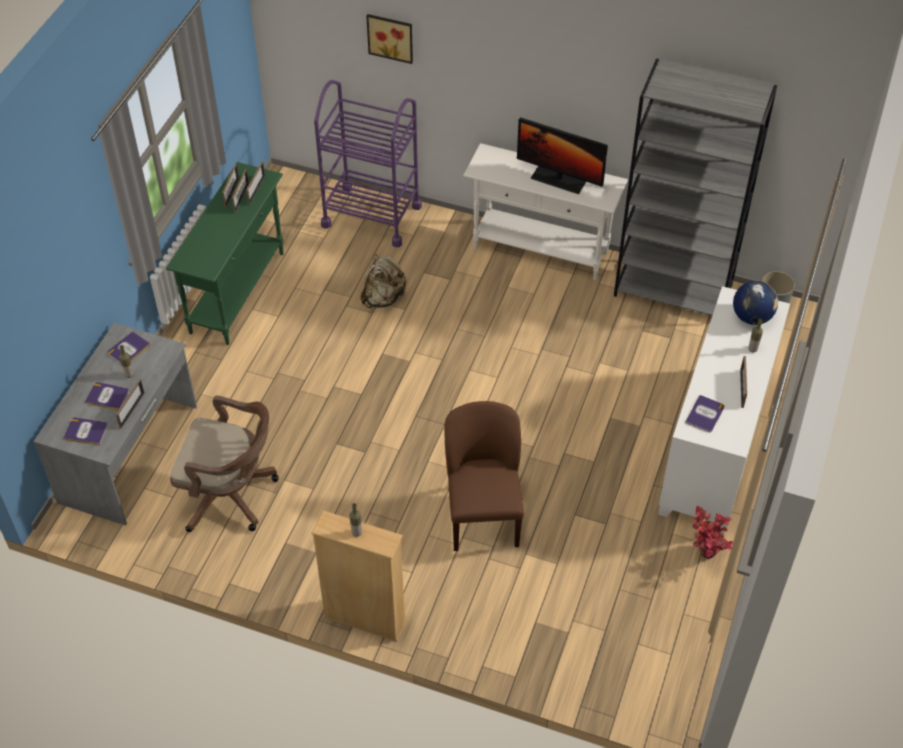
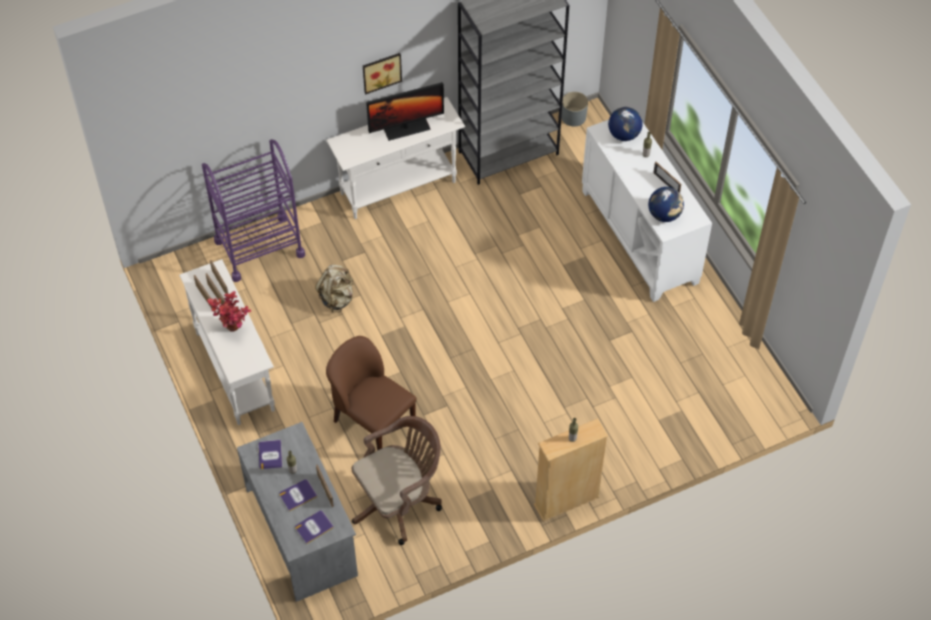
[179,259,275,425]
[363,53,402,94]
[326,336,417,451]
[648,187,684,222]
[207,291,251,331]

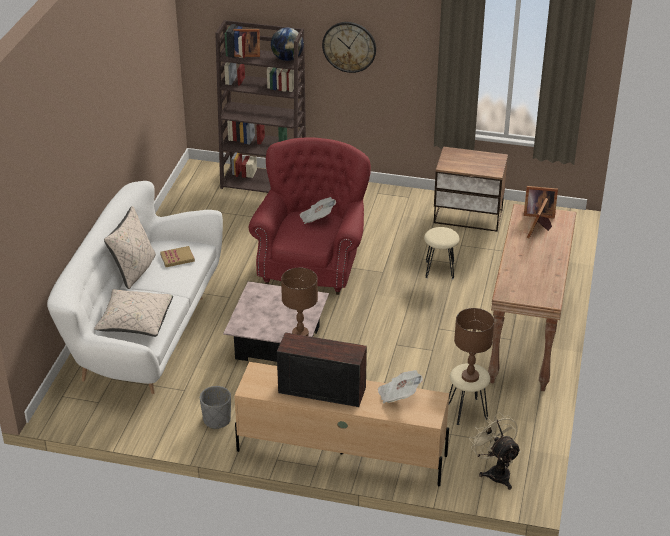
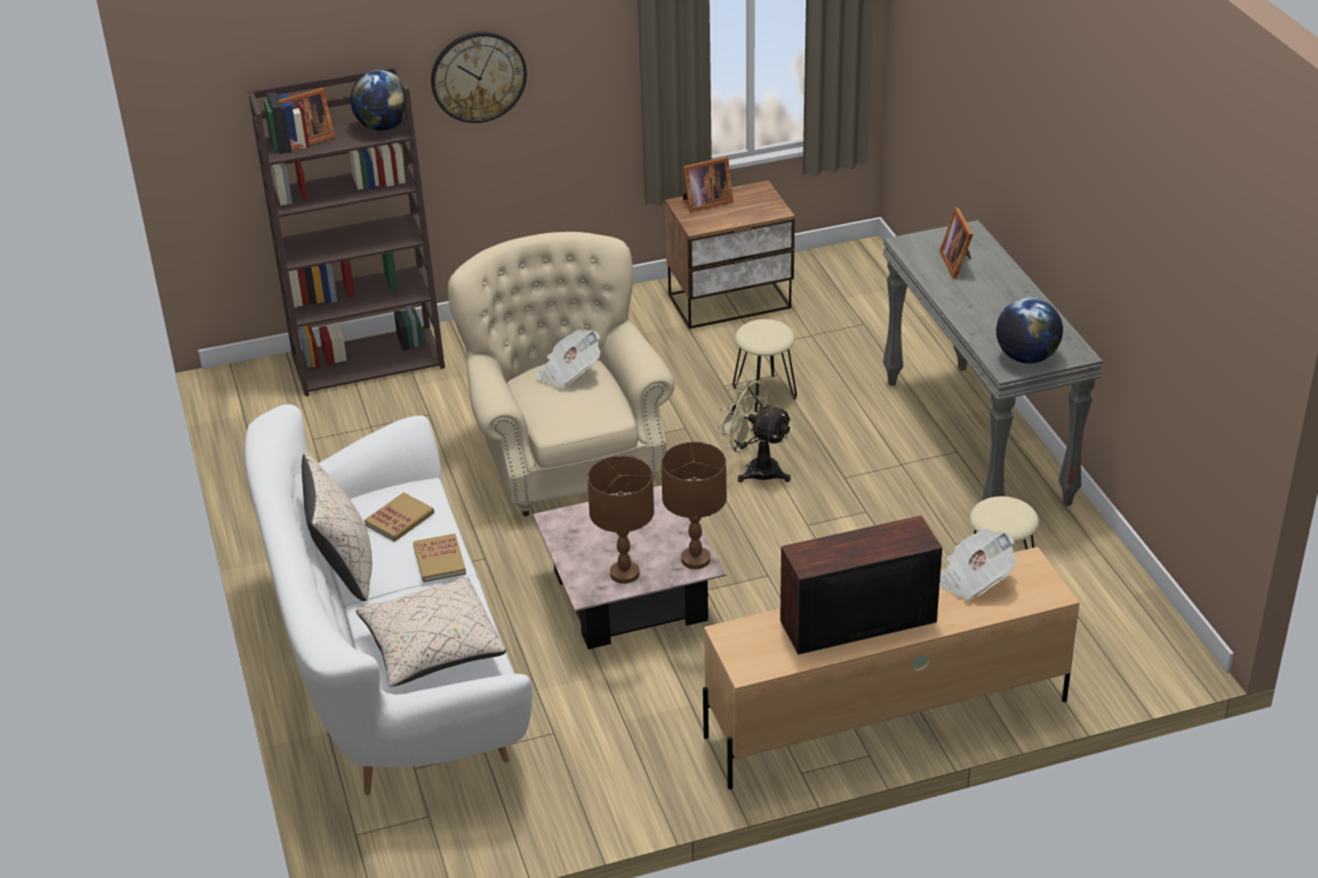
[200,386,231,429] (first image)
[448,232,675,516]
[587,455,654,584]
[715,377,793,482]
[883,220,1103,506]
[683,157,733,212]
[413,533,466,582]
[996,297,1063,364]

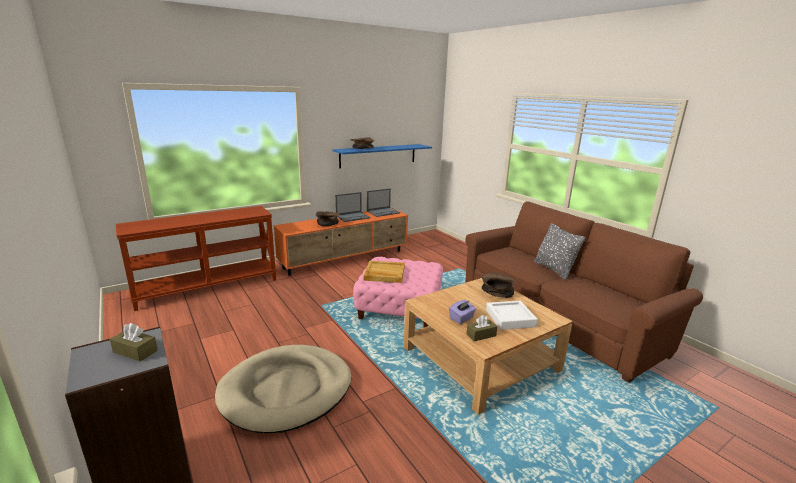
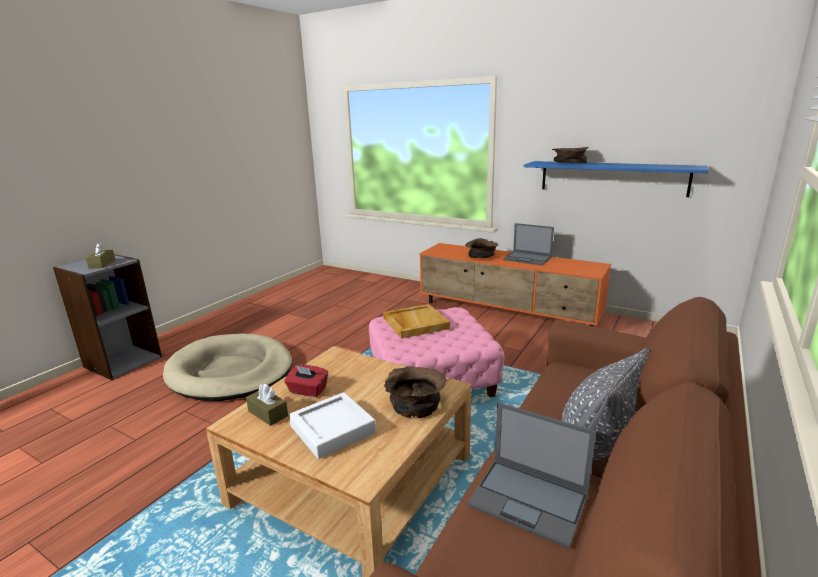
[116,206,277,311] (first image)
[467,402,596,549]
[284,365,328,397]

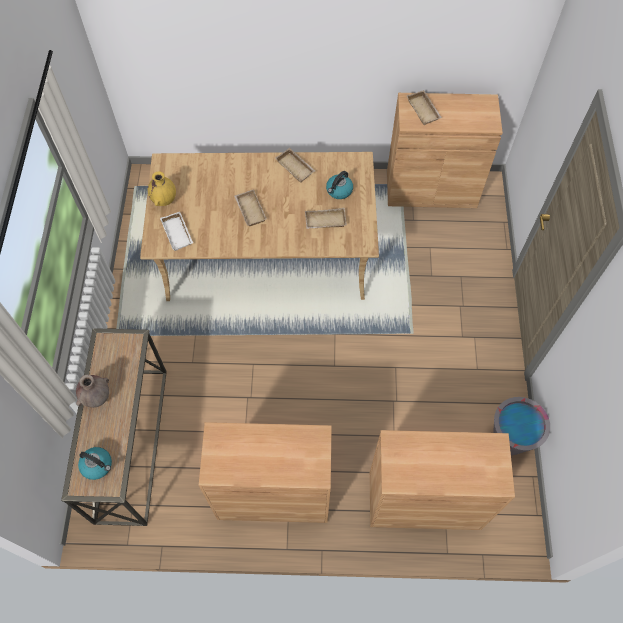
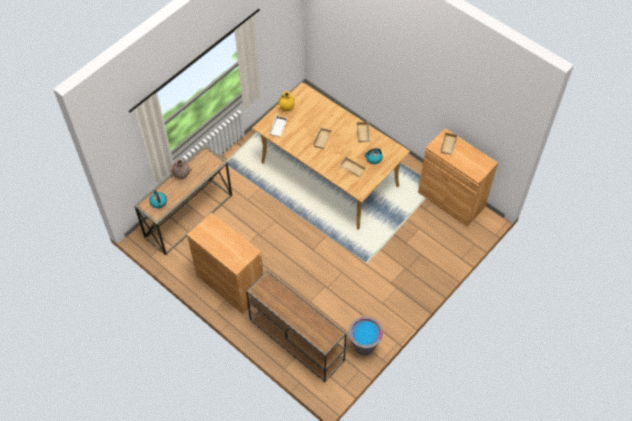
[246,271,347,382]

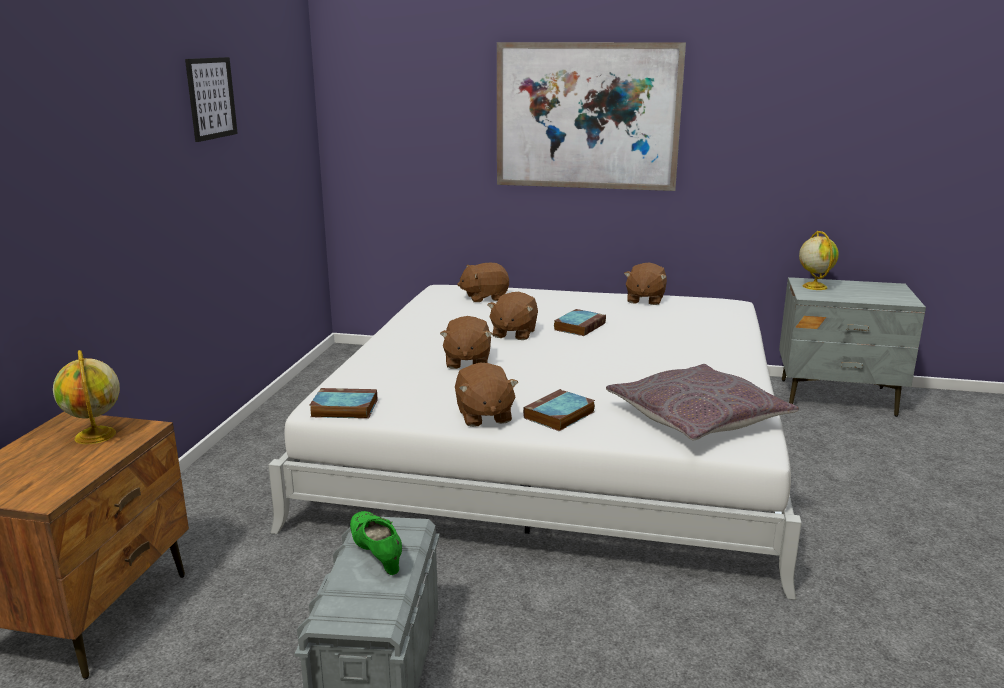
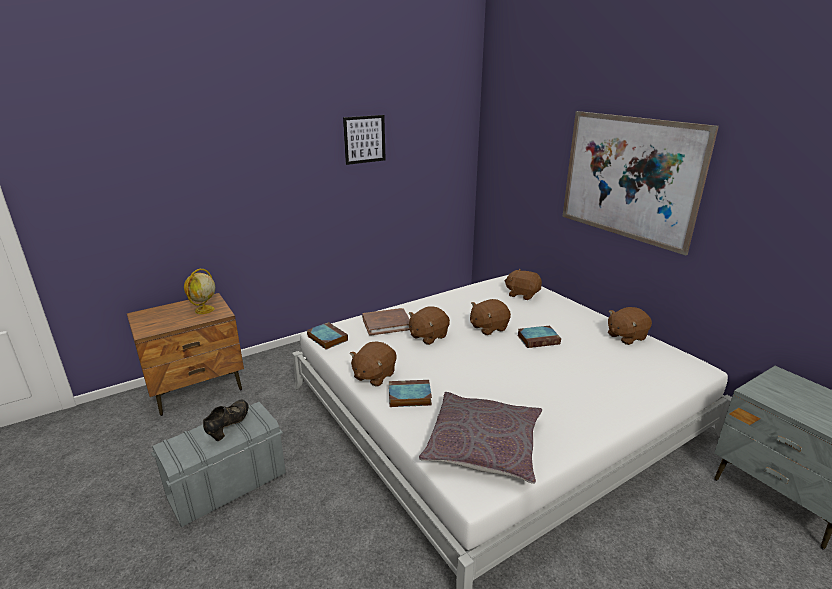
[203,400,249,441]
[799,231,839,290] (first image)
[362,308,410,336]

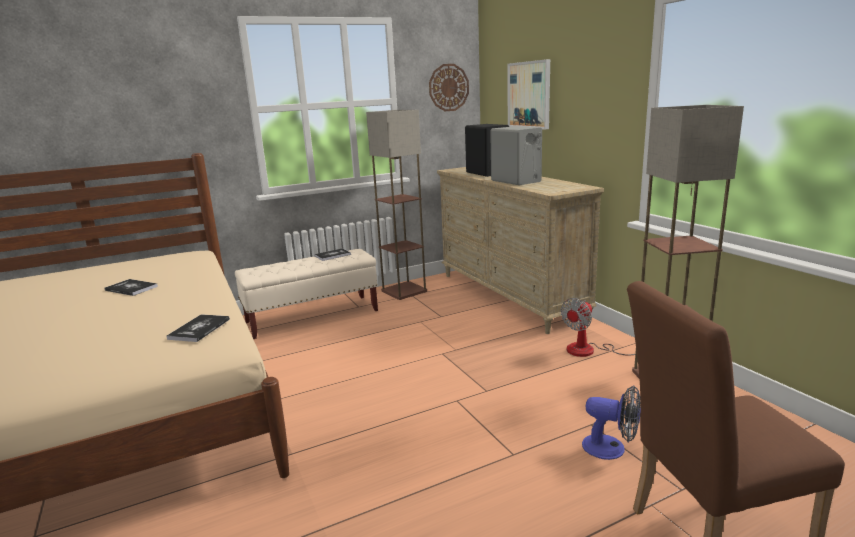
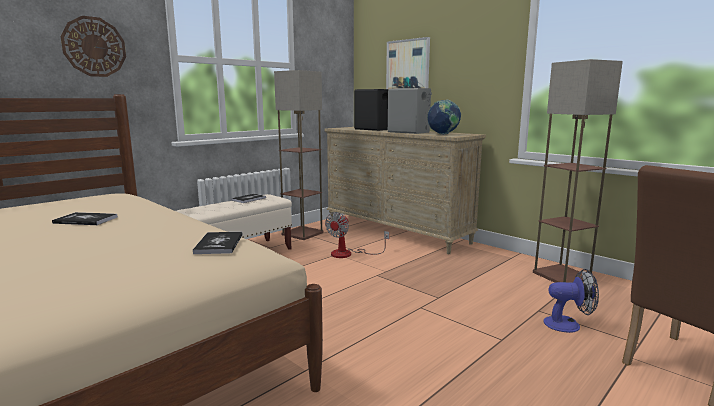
[60,16,126,77]
[325,212,389,258]
[427,100,461,135]

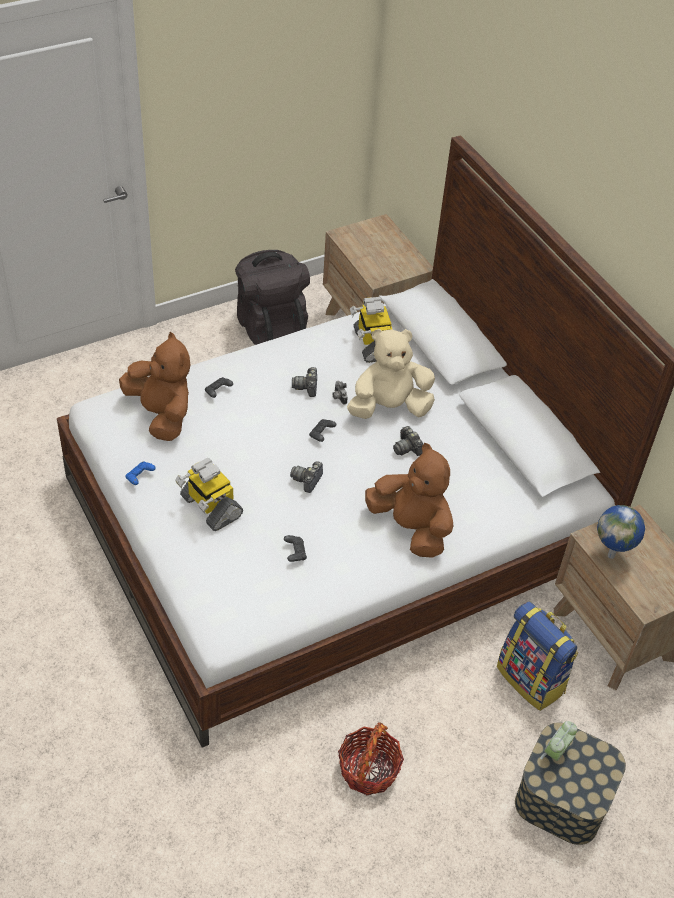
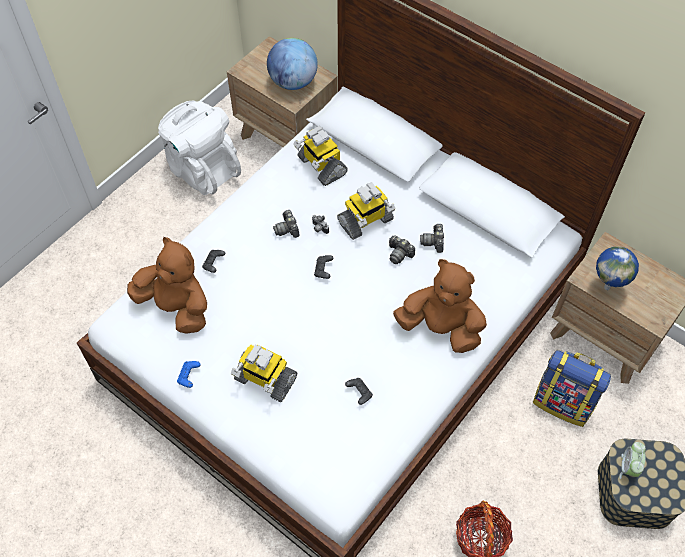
[158,101,241,195]
[420,224,444,253]
[337,182,396,240]
[267,38,318,90]

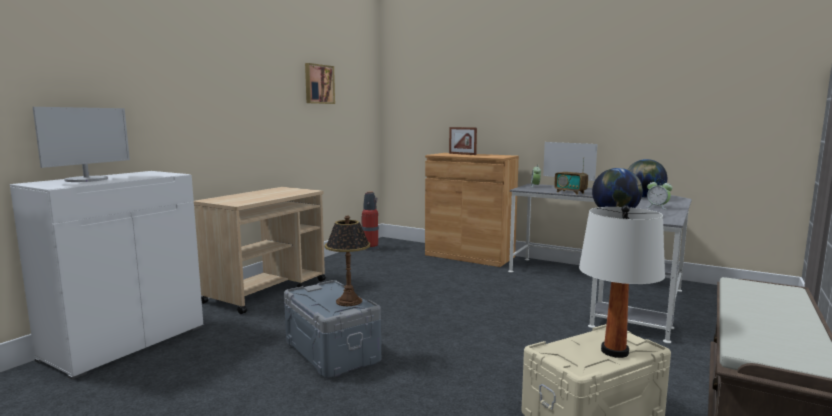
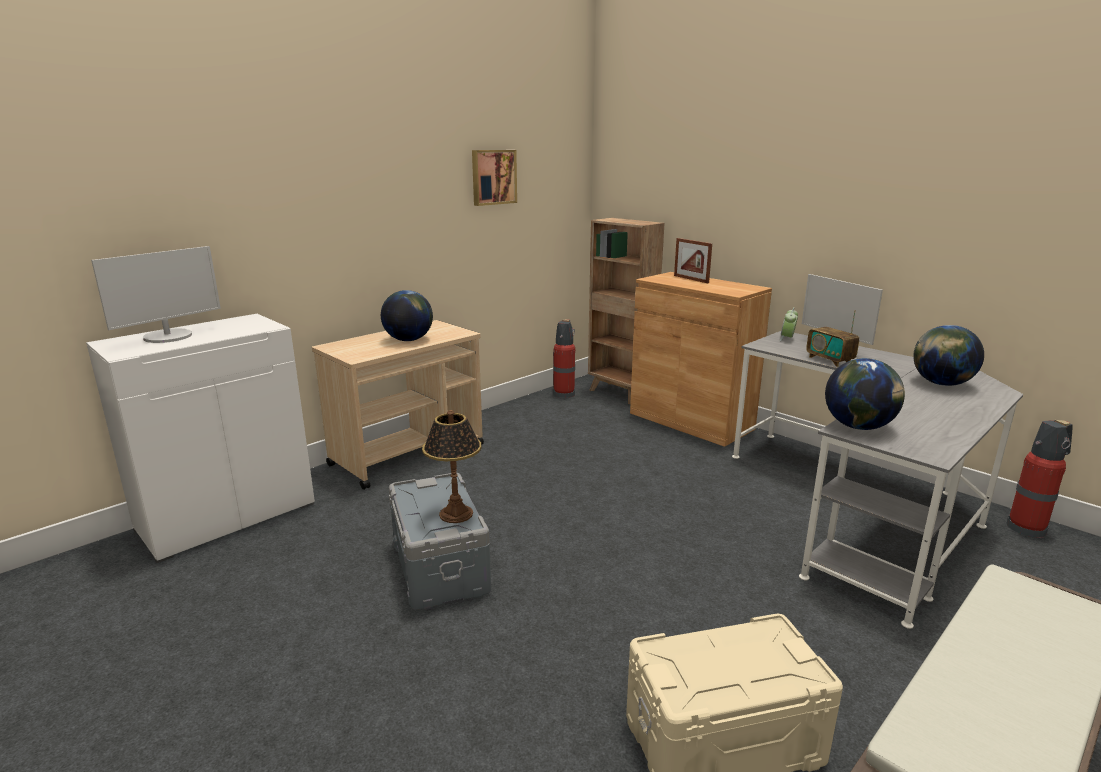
[579,205,665,358] (first image)
[647,179,673,209] (first image)
[381,290,433,341]
[588,218,664,404]
[1007,420,1073,538]

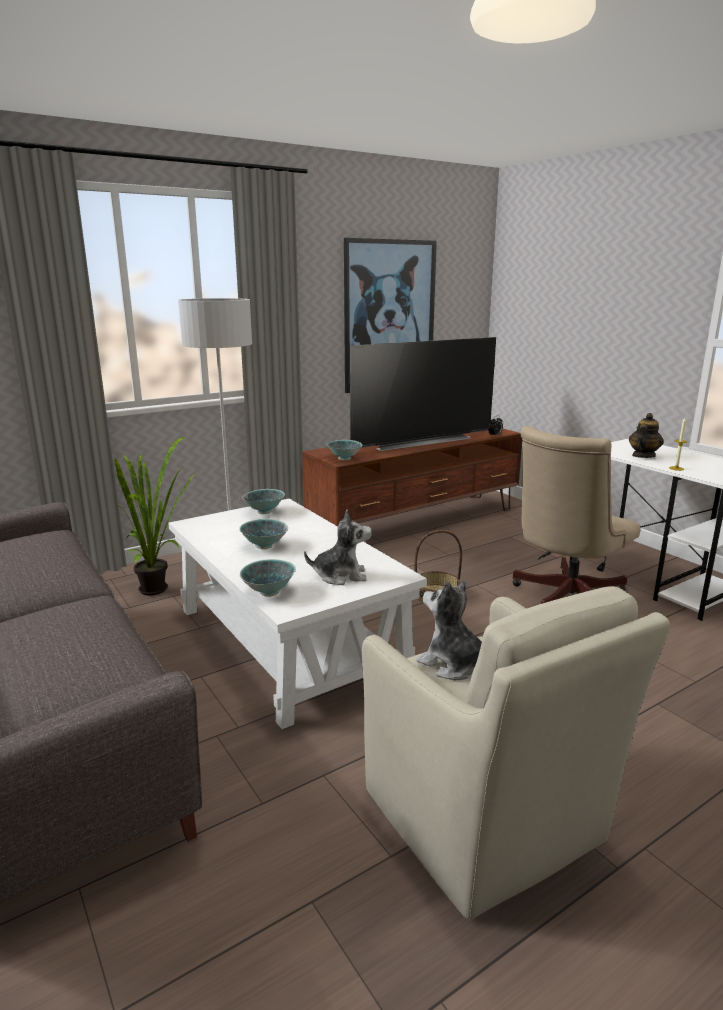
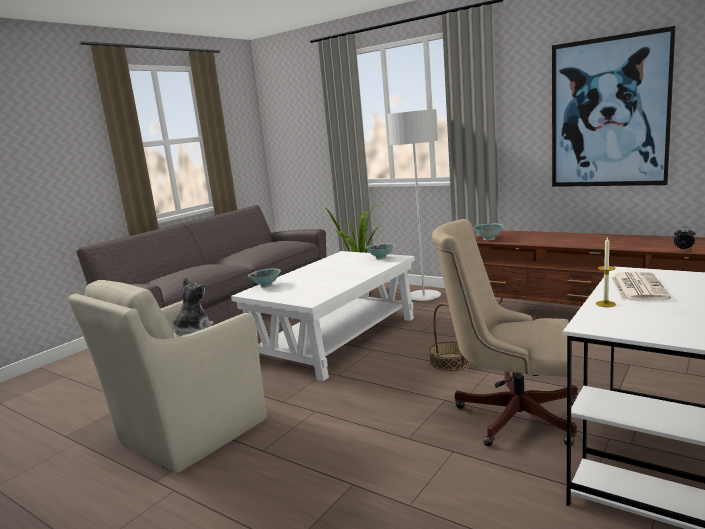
[239,519,288,549] (first image)
[304,509,372,585] (first image)
[350,337,496,451] (first image)
[611,272,671,301]

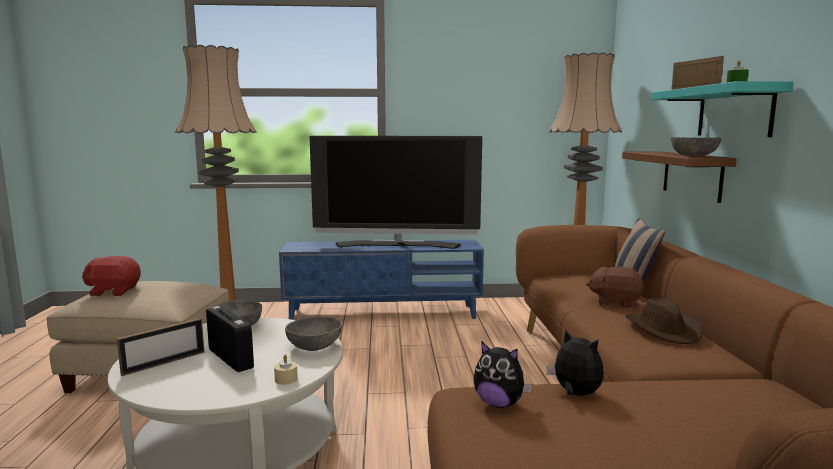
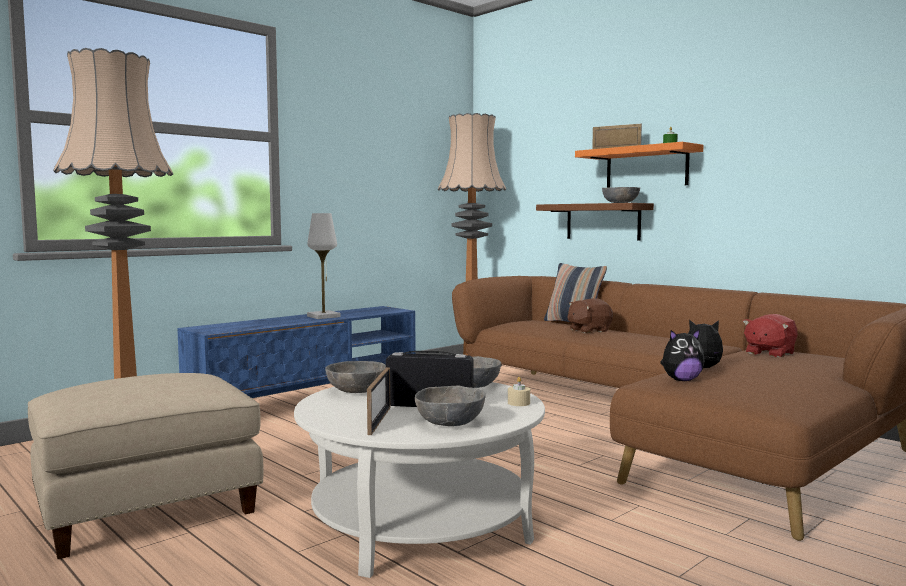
[742,314,798,357]
[307,213,341,319]
[625,298,703,344] (first image)
[575,142,704,188]
[415,385,486,426]

